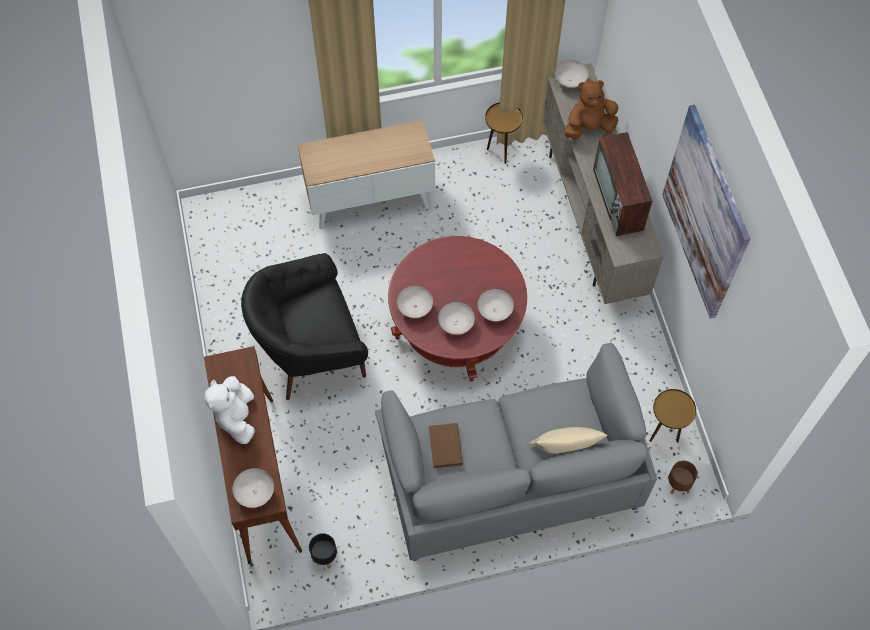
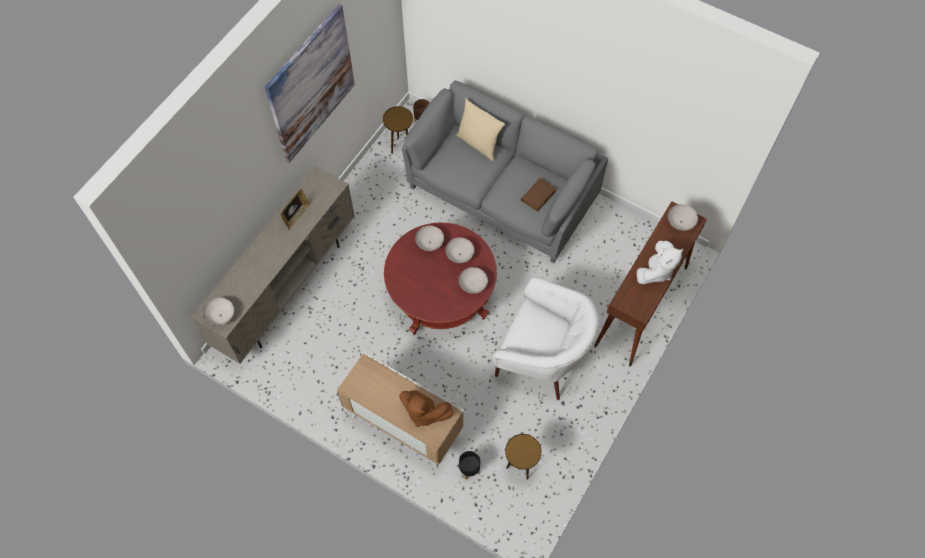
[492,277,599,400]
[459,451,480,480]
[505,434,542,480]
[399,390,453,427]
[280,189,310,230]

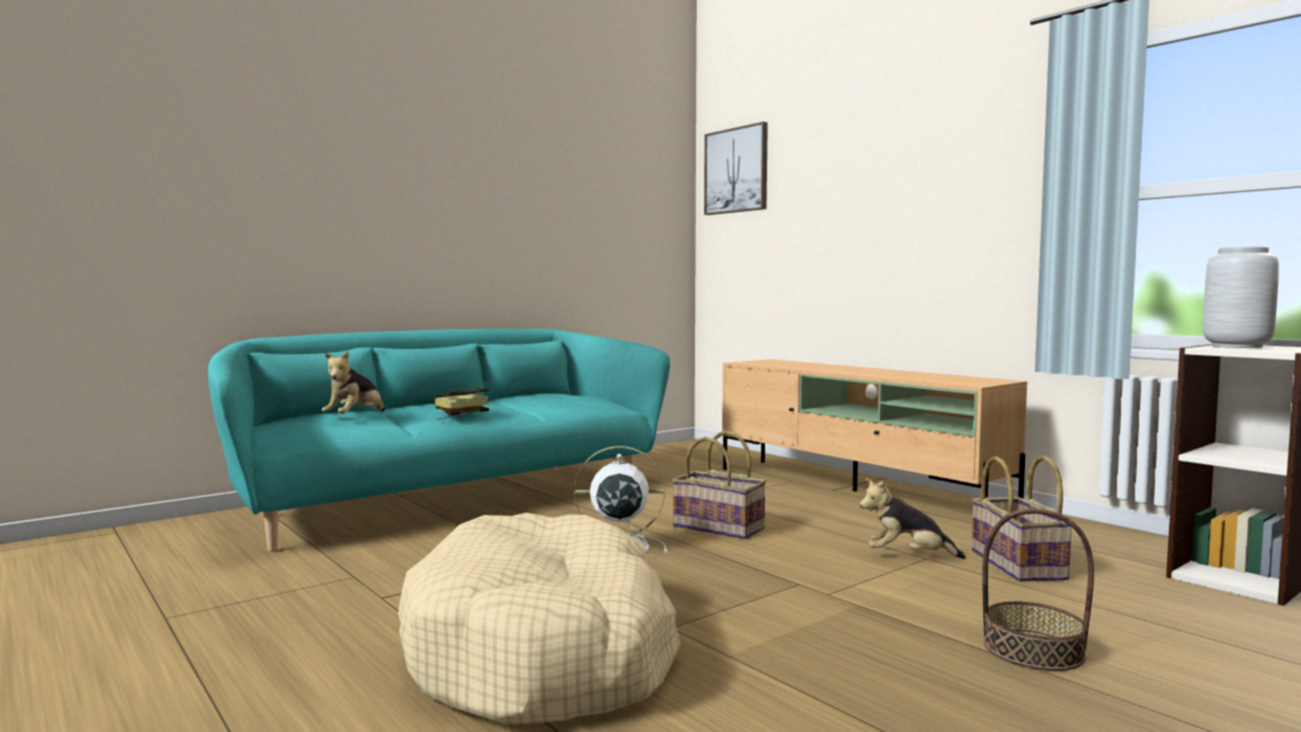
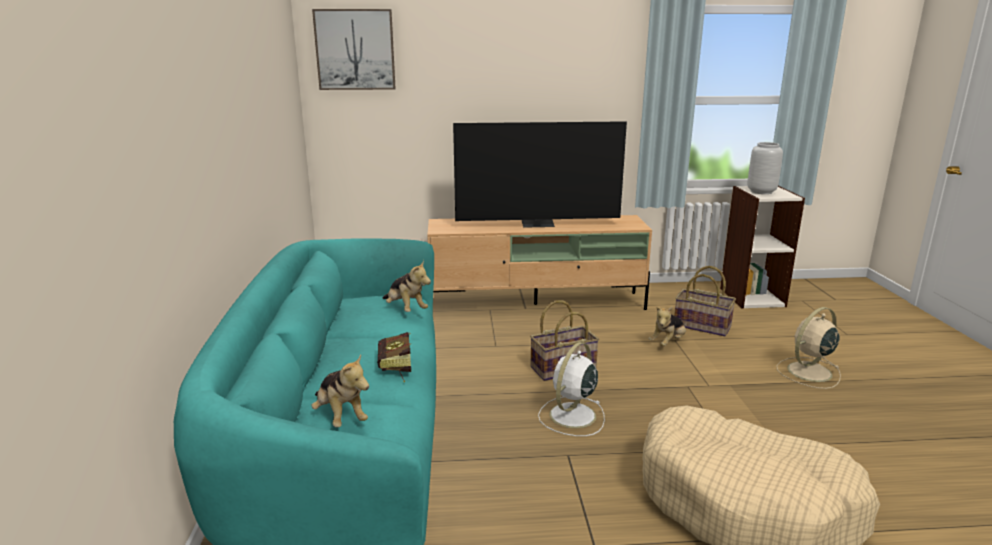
[777,307,841,389]
[383,260,431,312]
[453,121,627,228]

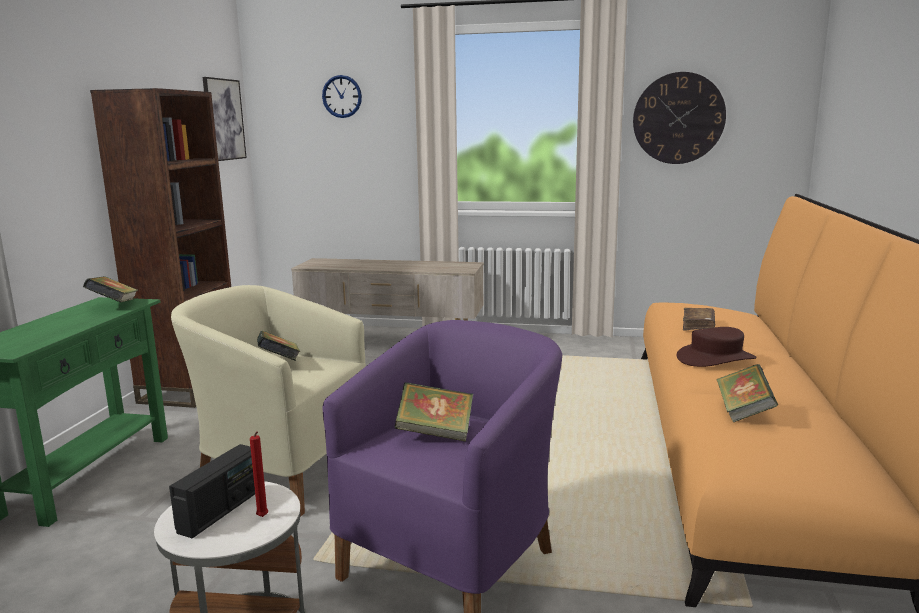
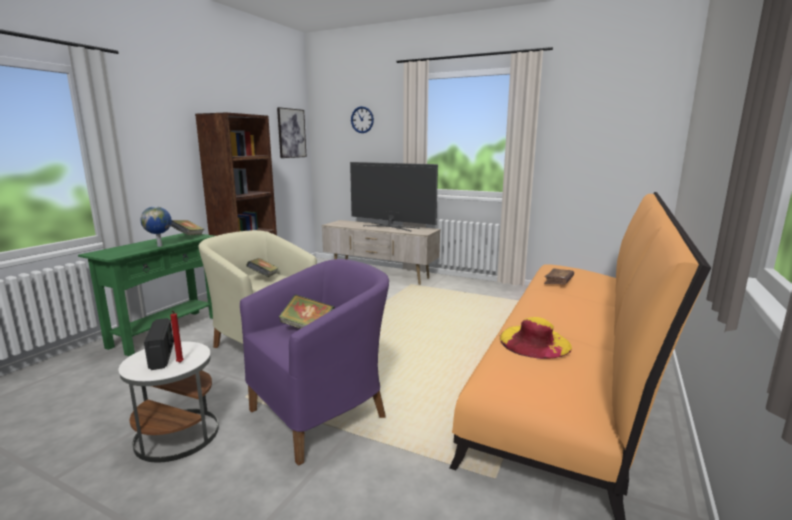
[144,318,174,370]
[633,72,726,164] (first image)
[677,327,757,367] (first image)
[500,317,572,359]
[140,206,172,247]
[350,162,438,231]

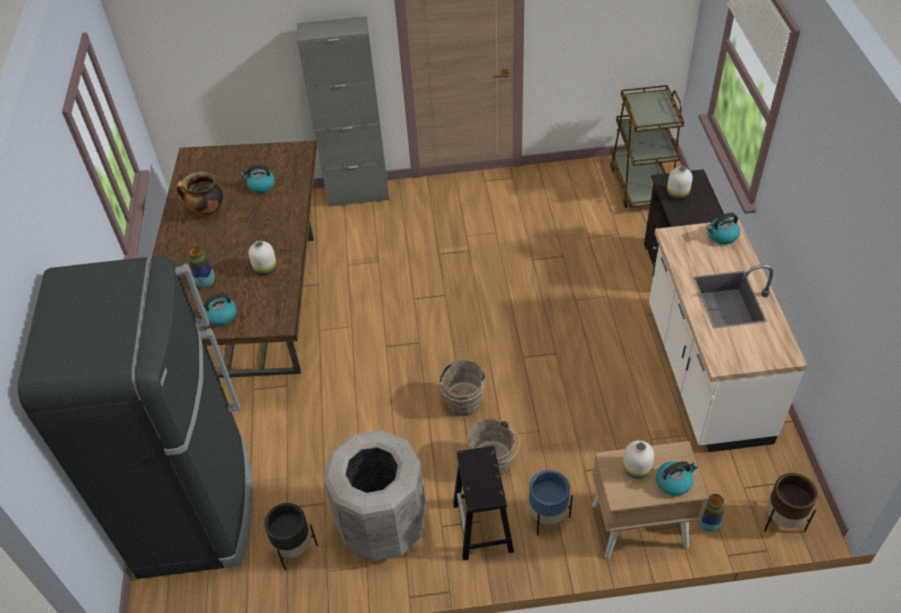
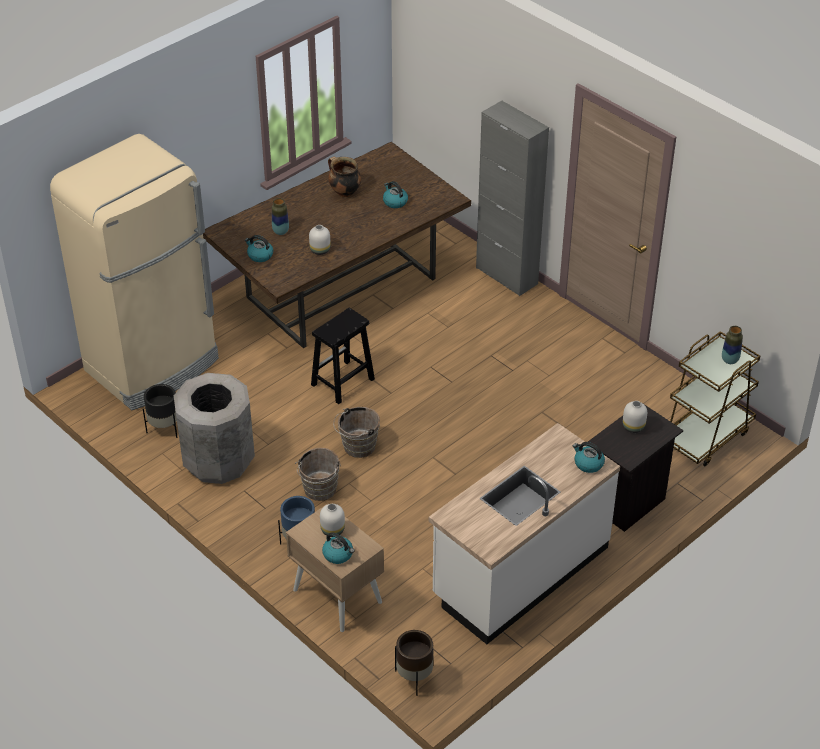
[50,134,219,410]
[311,308,375,404]
[722,326,743,364]

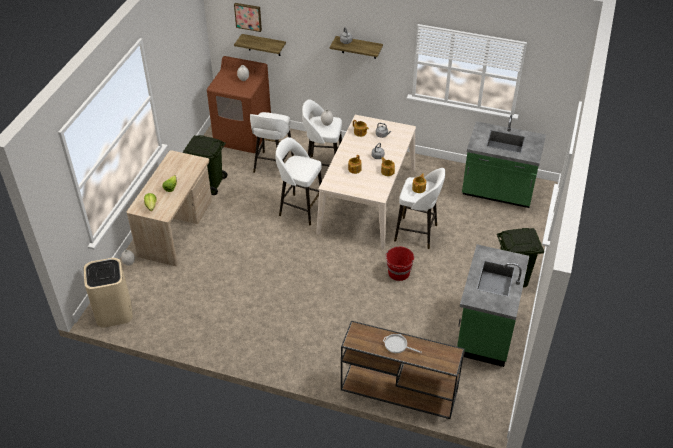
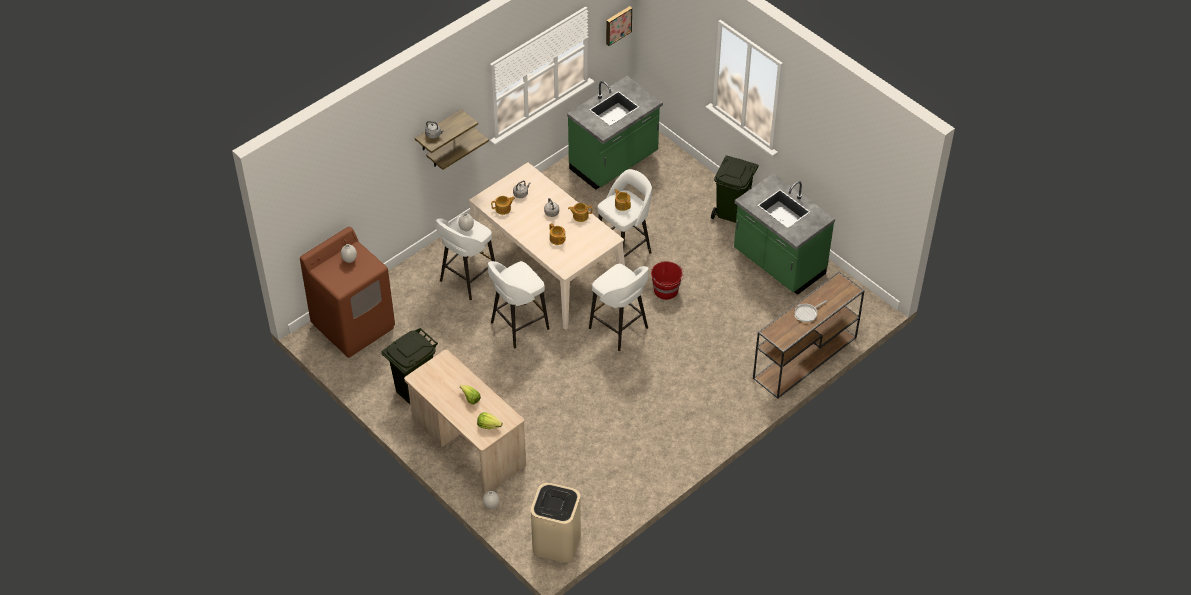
[606,6,632,46]
[426,127,489,170]
[589,264,649,351]

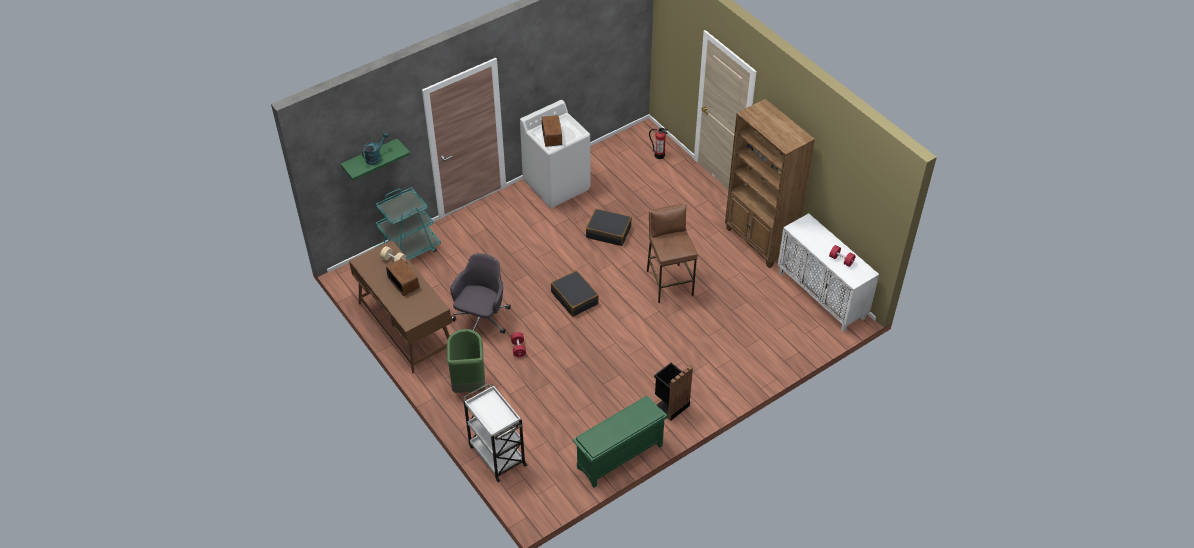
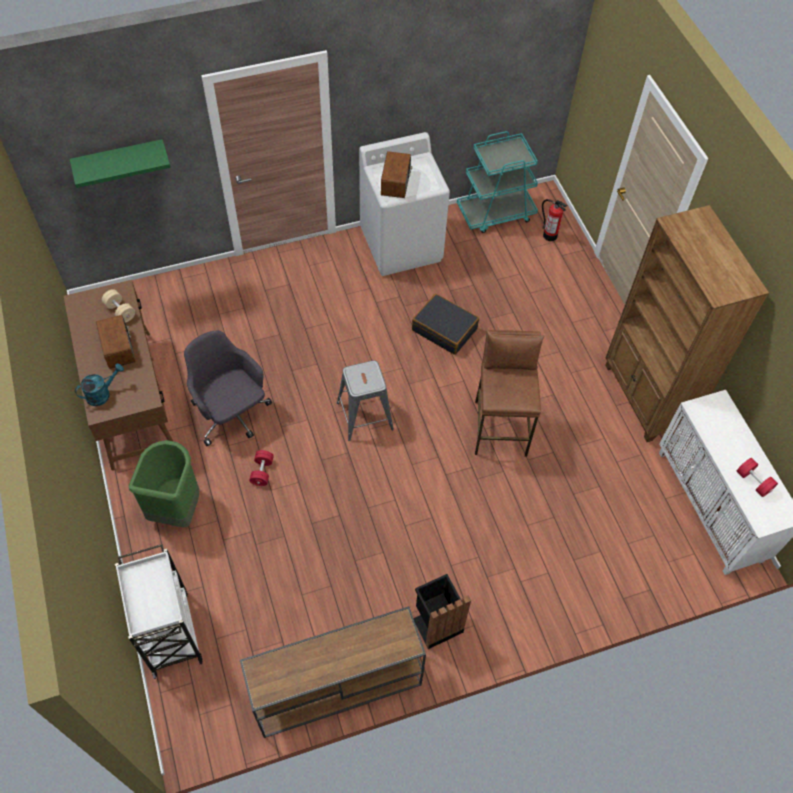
[75,363,124,406]
[457,131,538,233]
[184,331,272,446]
[337,360,394,441]
[240,606,426,738]

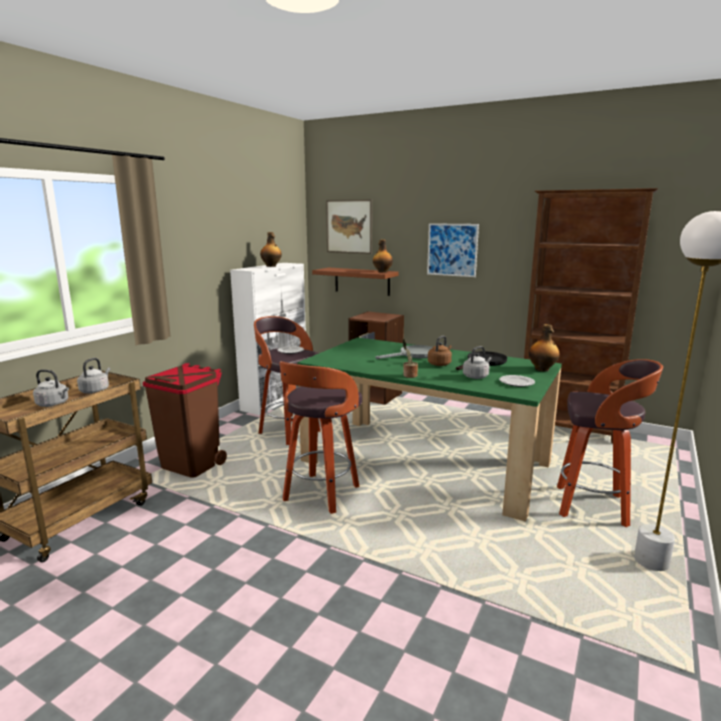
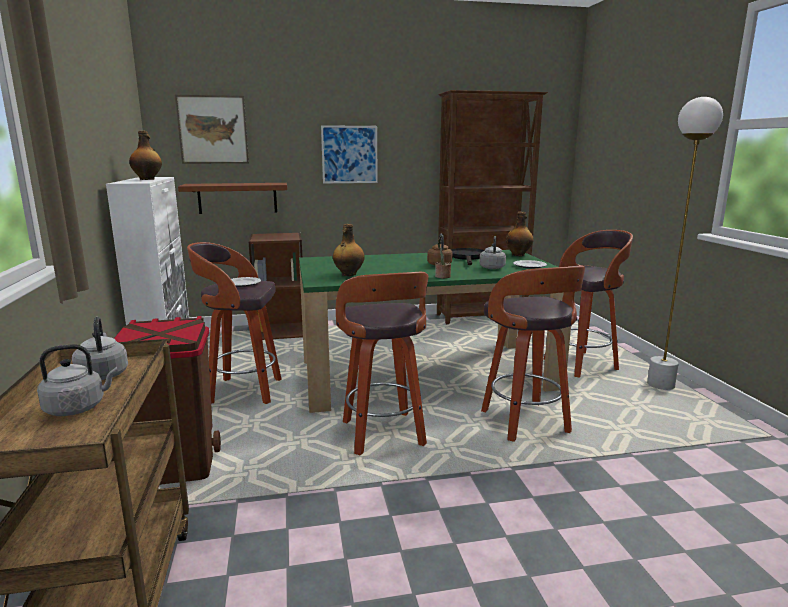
[333,224,365,276]
[376,345,433,359] (first image)
[481,266,585,442]

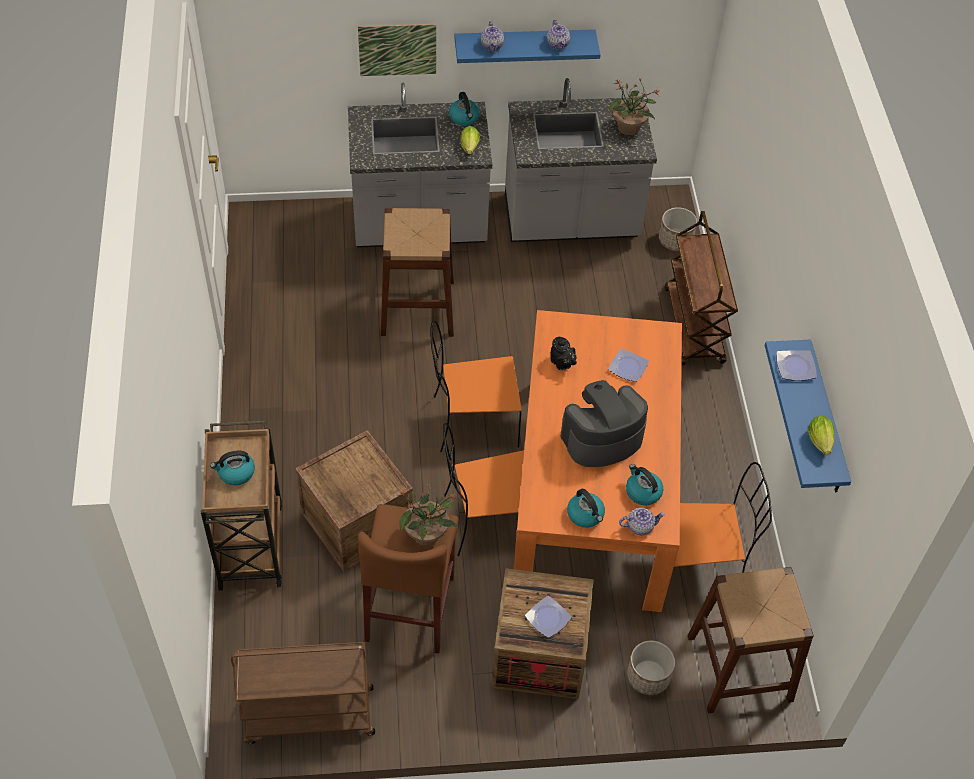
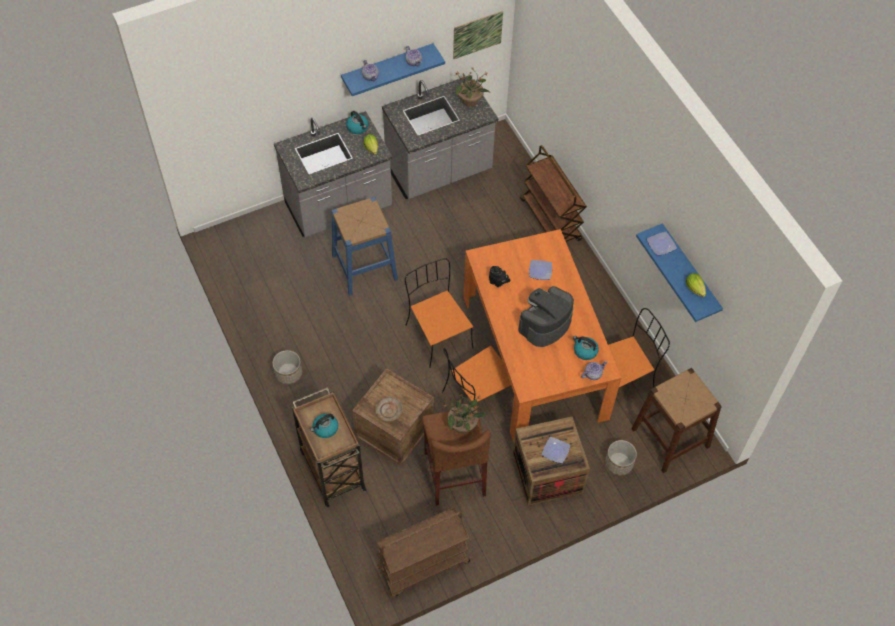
[453,11,503,59]
[331,197,398,296]
[405,258,473,368]
[567,489,605,528] (first image)
[272,350,302,385]
[375,396,403,422]

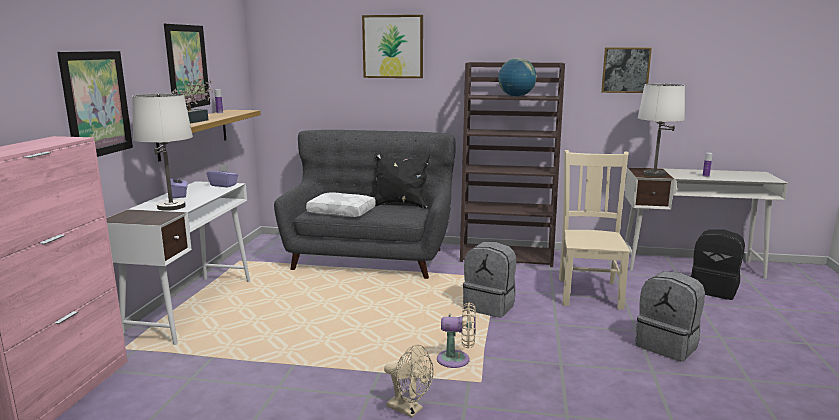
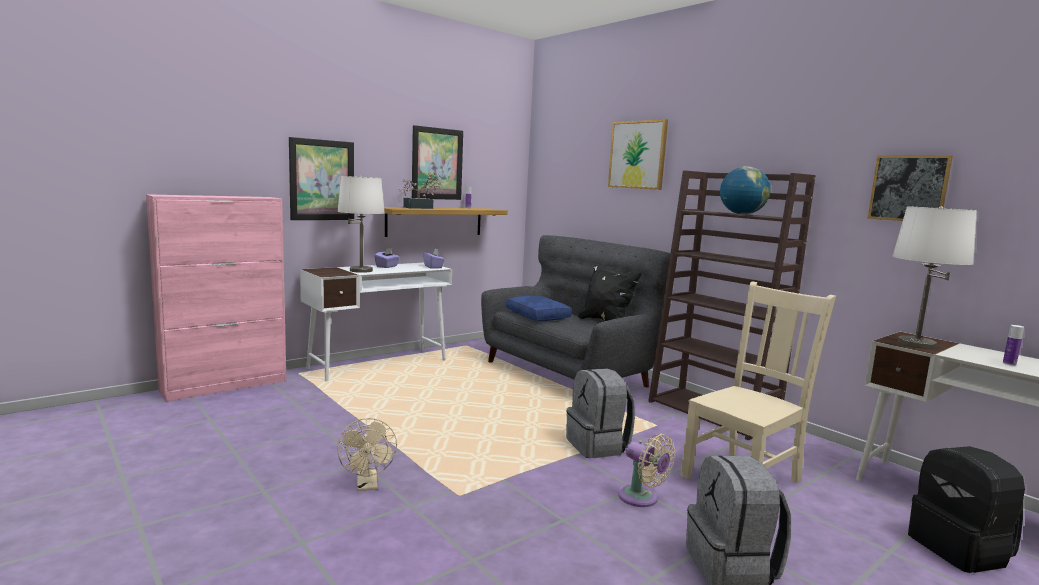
[506,296,572,321]
[618,434,675,507]

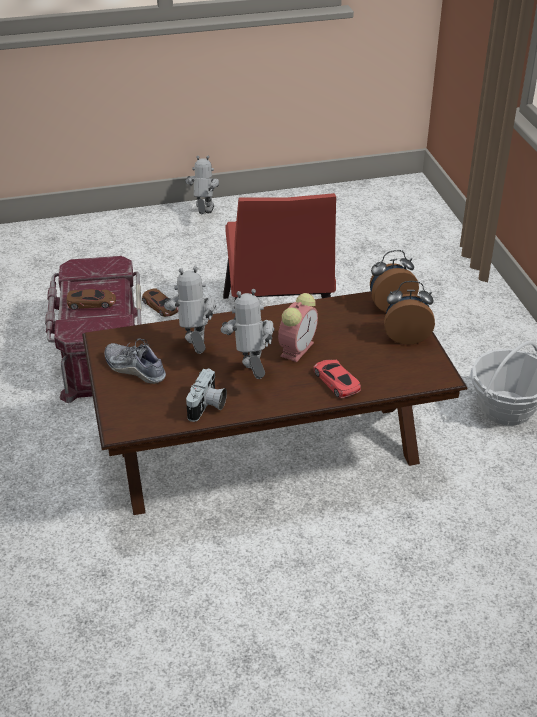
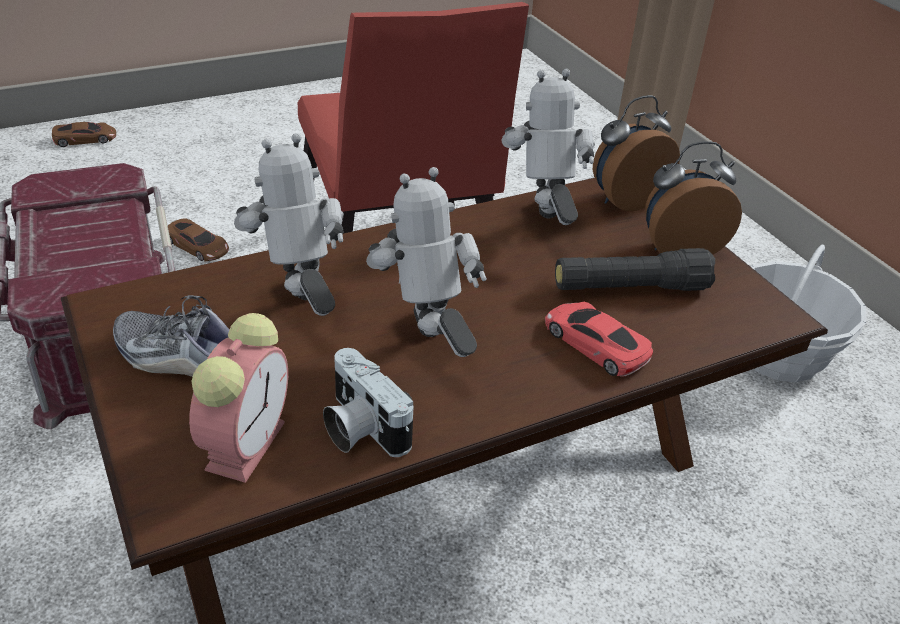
[52,122,116,147]
[502,69,595,225]
[323,348,413,457]
[189,313,288,483]
[555,248,715,291]

